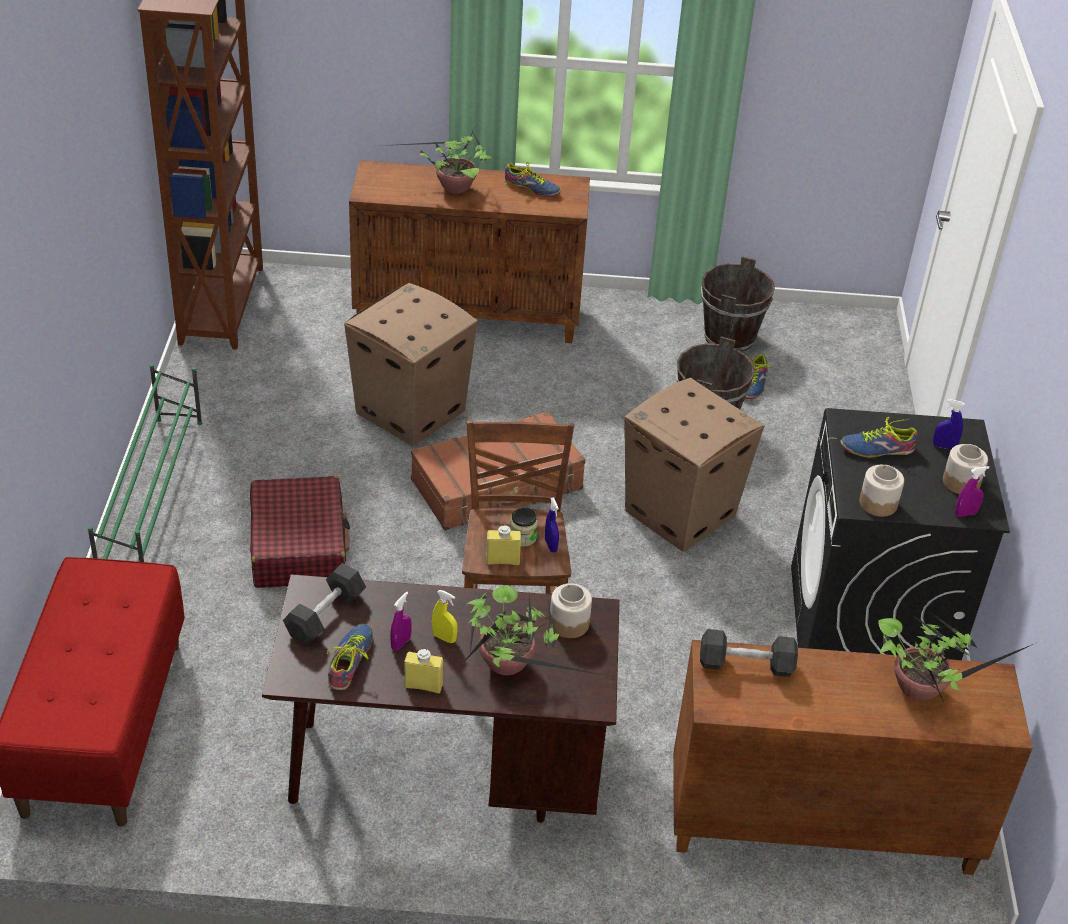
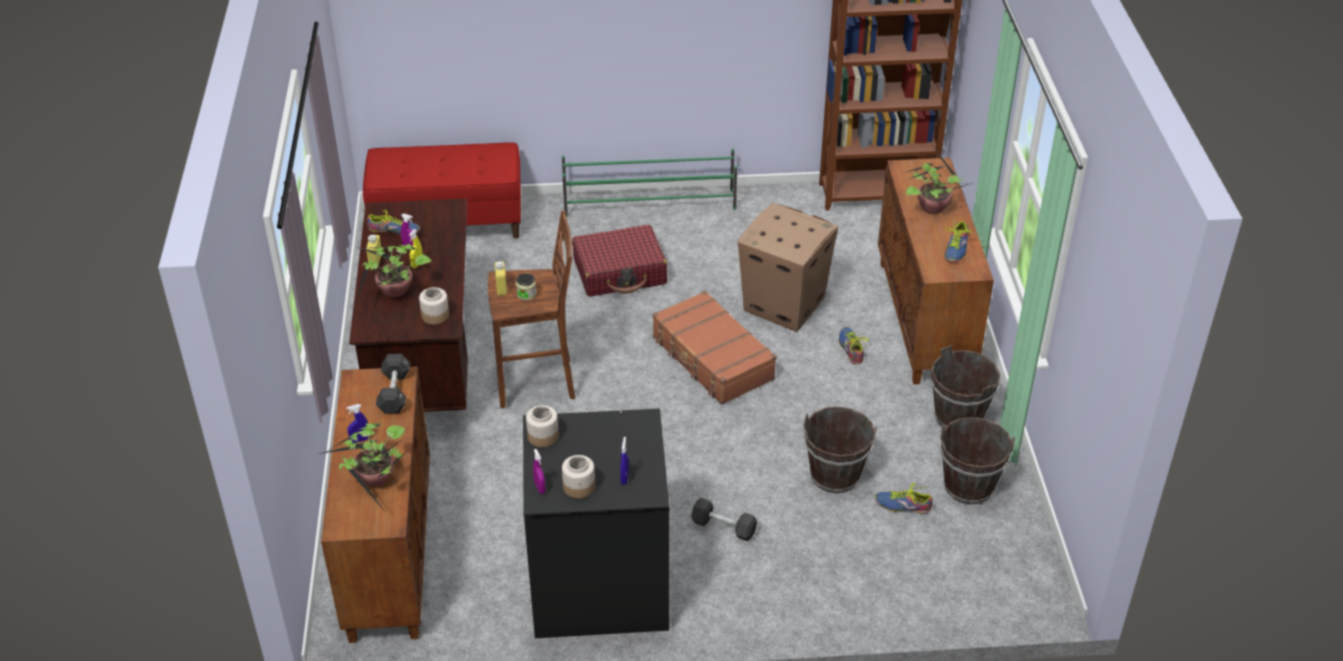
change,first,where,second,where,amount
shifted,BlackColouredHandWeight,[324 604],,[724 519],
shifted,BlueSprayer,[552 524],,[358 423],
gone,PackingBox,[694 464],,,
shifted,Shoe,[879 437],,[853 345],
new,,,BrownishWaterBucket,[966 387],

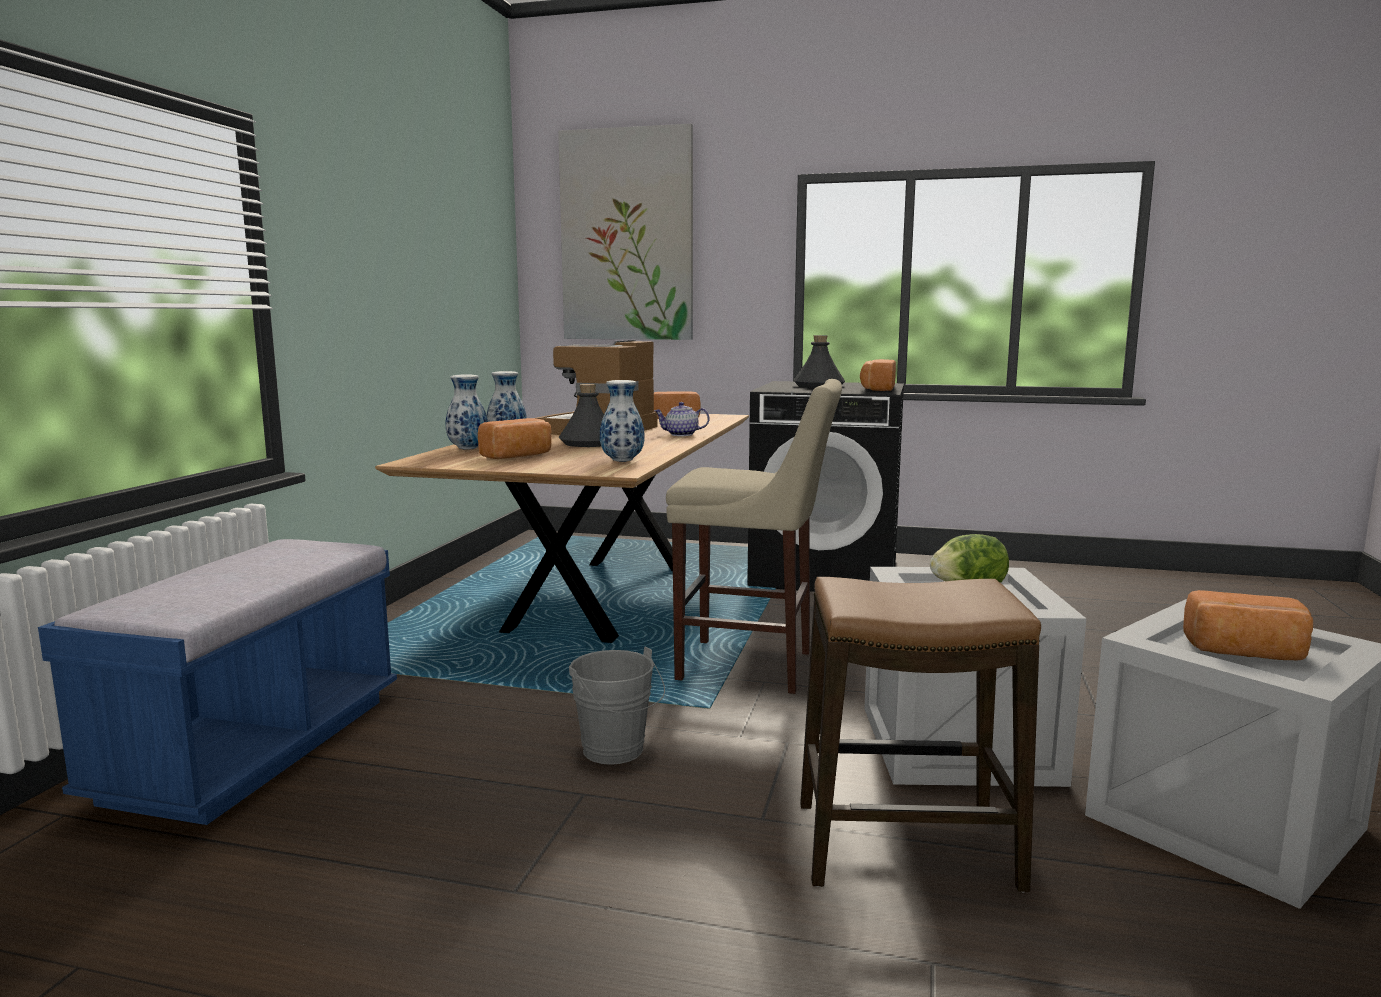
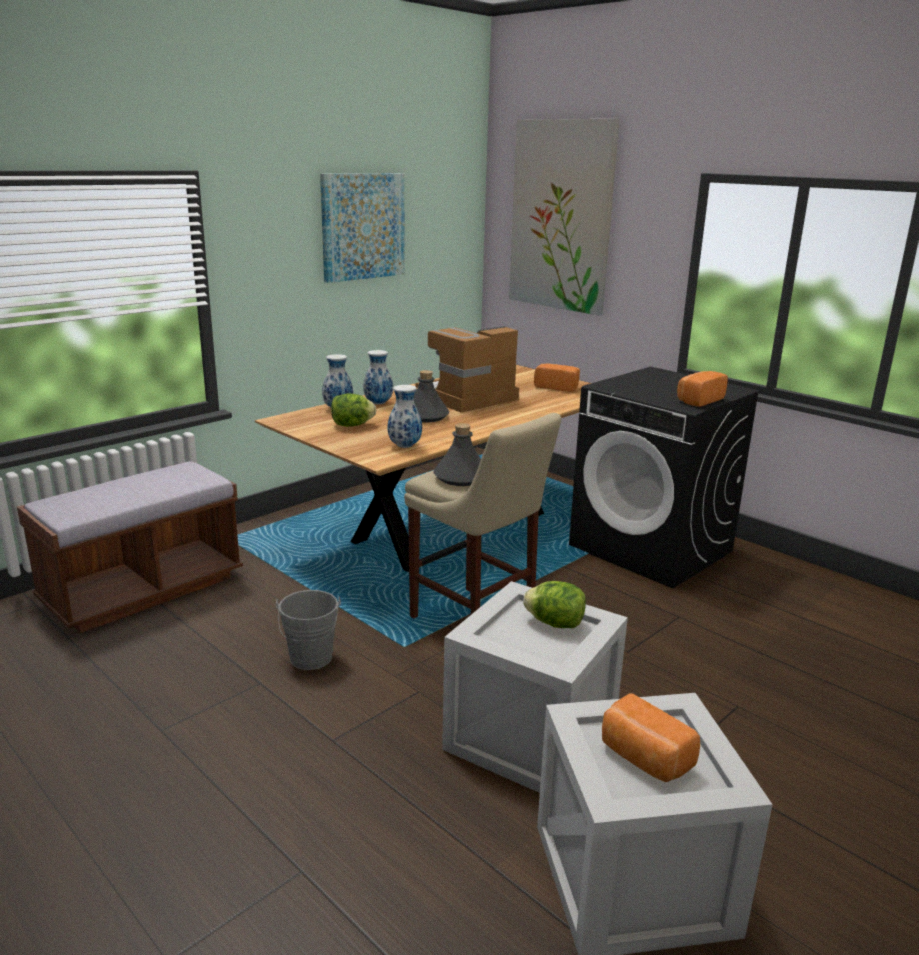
change,first,where,second,where,amount
repainted,BlueBench,[217 682],BrownishBench,[130 547],
swapped,BakeryBread,[515 438],HeadOfLettuce,[353 410],
gone,Teapot,[682 419],,,
shifted,GrayDrinkBottle,[819 361],,[457 454],
gone,SittingStool,[920 734],,,
new,,,Picture,[362 228],

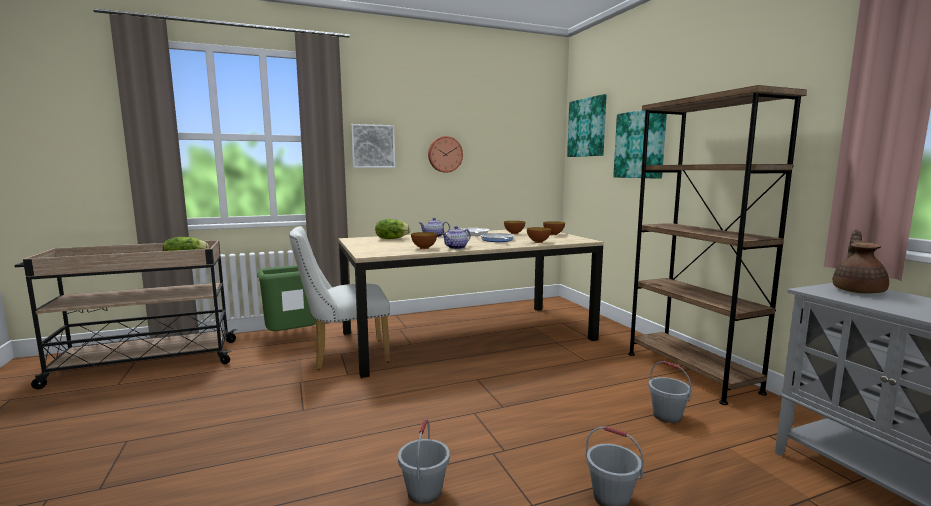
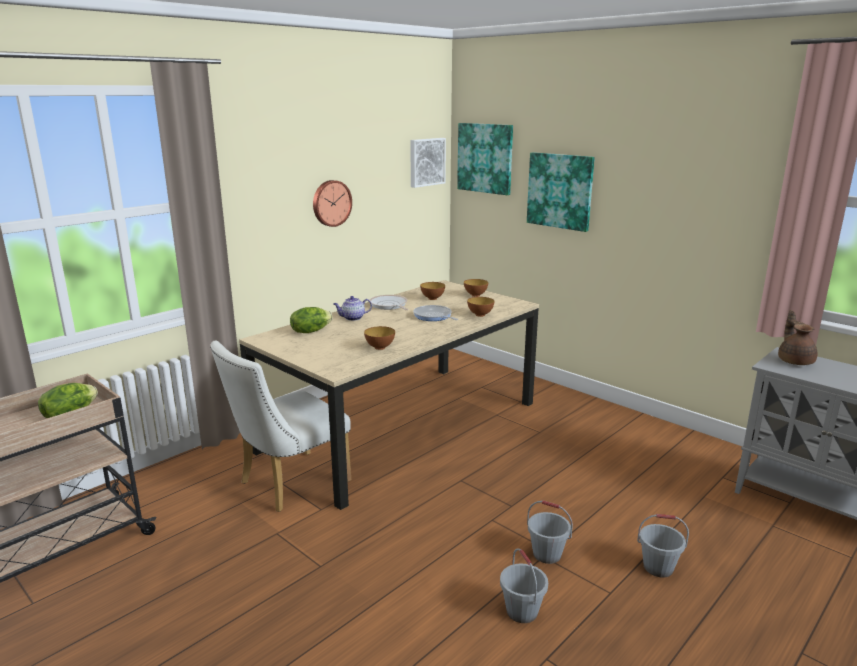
change,first,where,second,where,amount
gone,GreenishWasteBin,[286 298],,,
shifted,Picture,[373 146],,[428 163],
gone,Teapot,[456 237],,,
gone,BrownishBookshelf,[717 245],,,
shifted,GrayWaterBucket,[670 392],,[550 532],

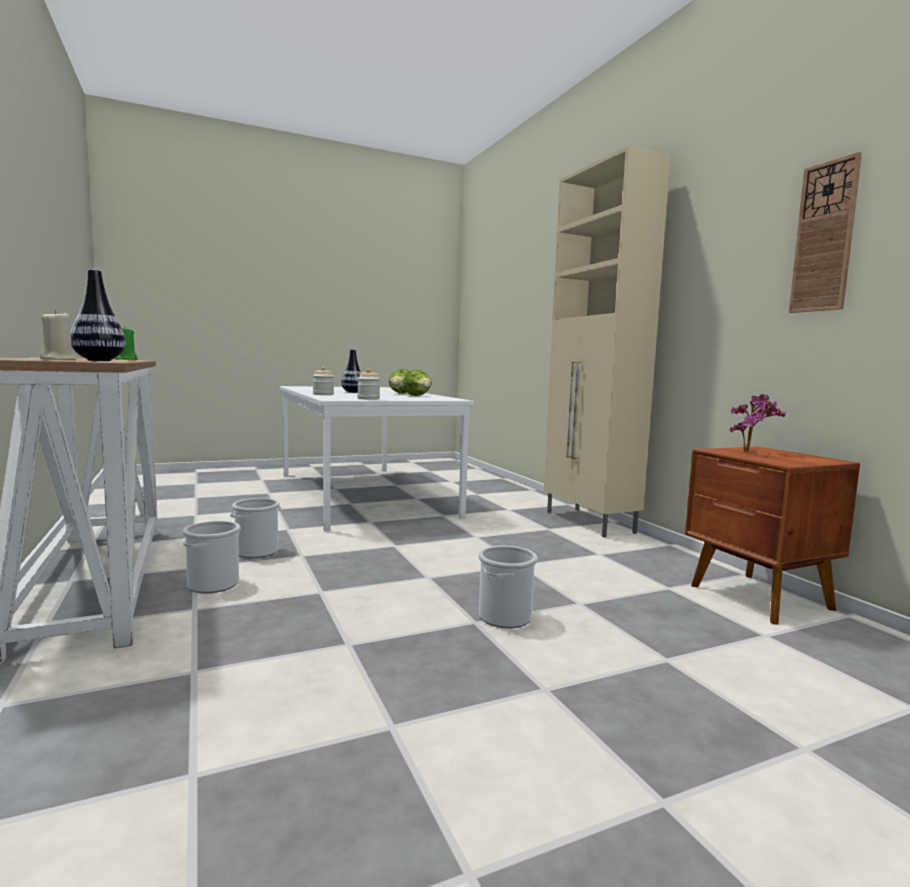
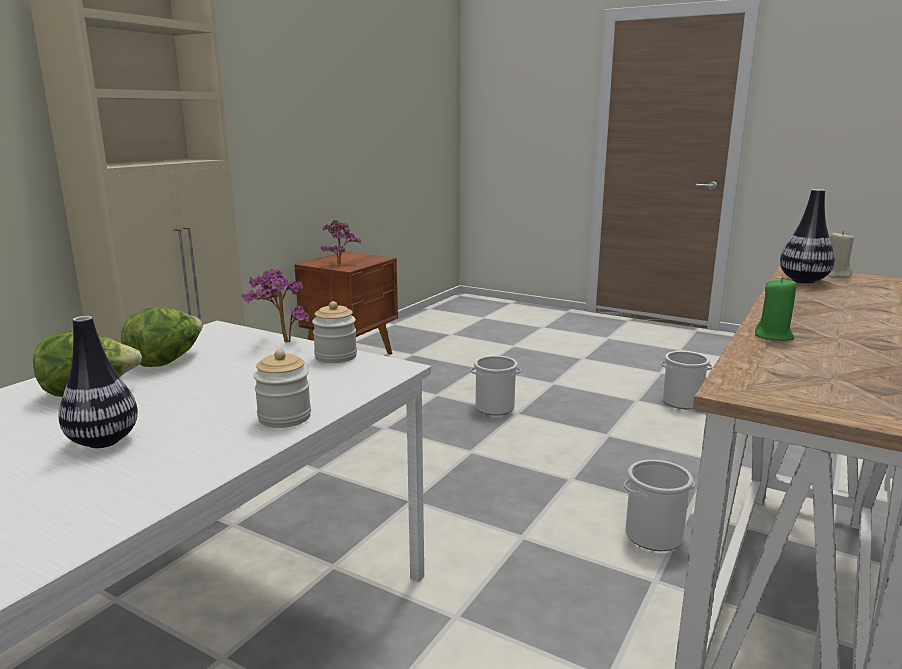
change,first,where,second,where,amount
shifted,WaterBucket,[255 528],,[686 380],
gone,WallClock,[825 232],,,
new,,,PottedPlant,[276 305],

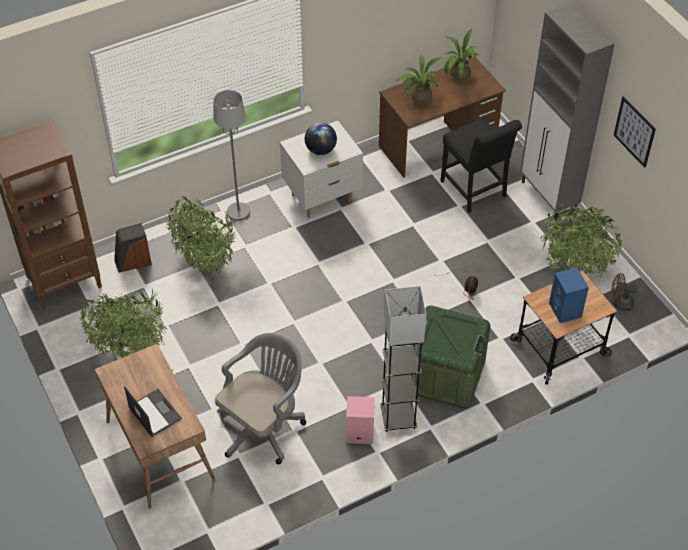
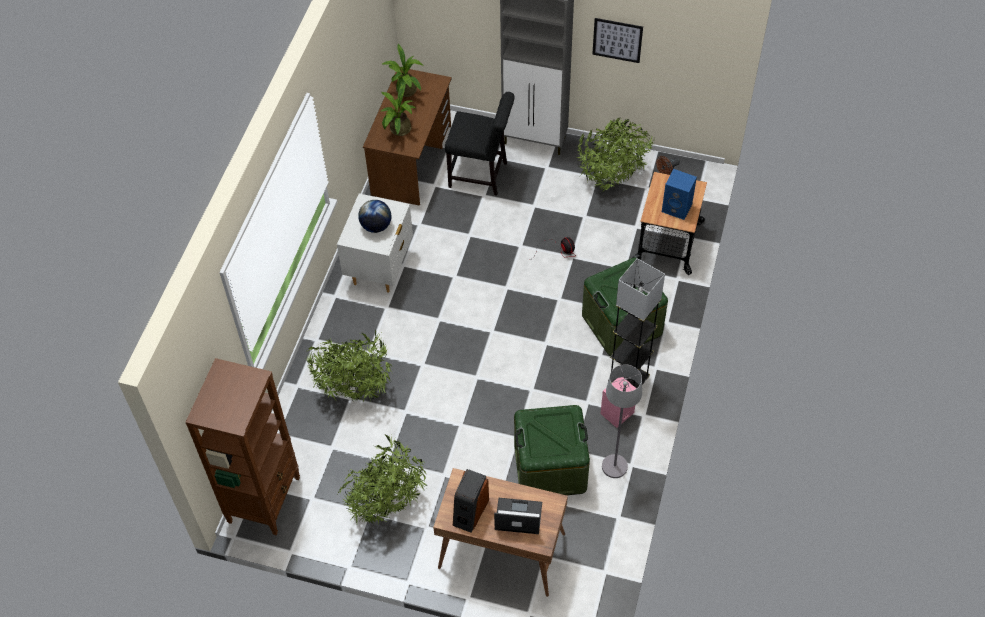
change,first,where,second,where,amount
shifted,Speaker,[133 248],,[471 501],
shifted,GrayStandardLamp,[232 155],,[622 421],
swapped,GrayDeskChair,[260 399],GreenishStorageBox,[552 450],

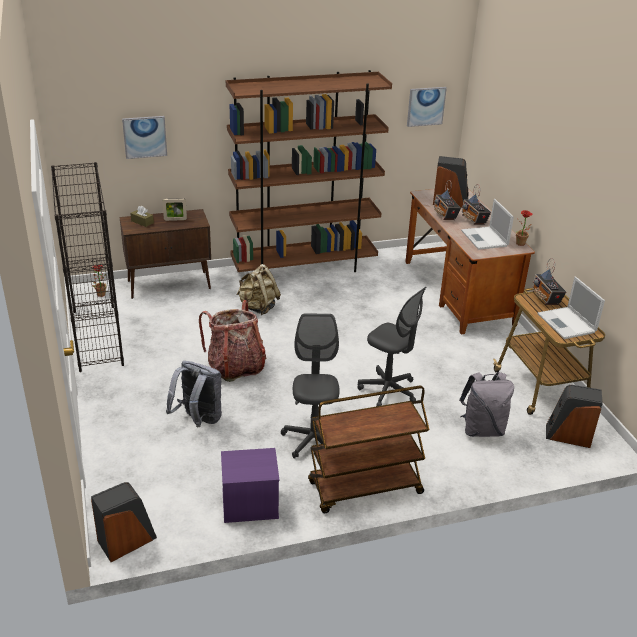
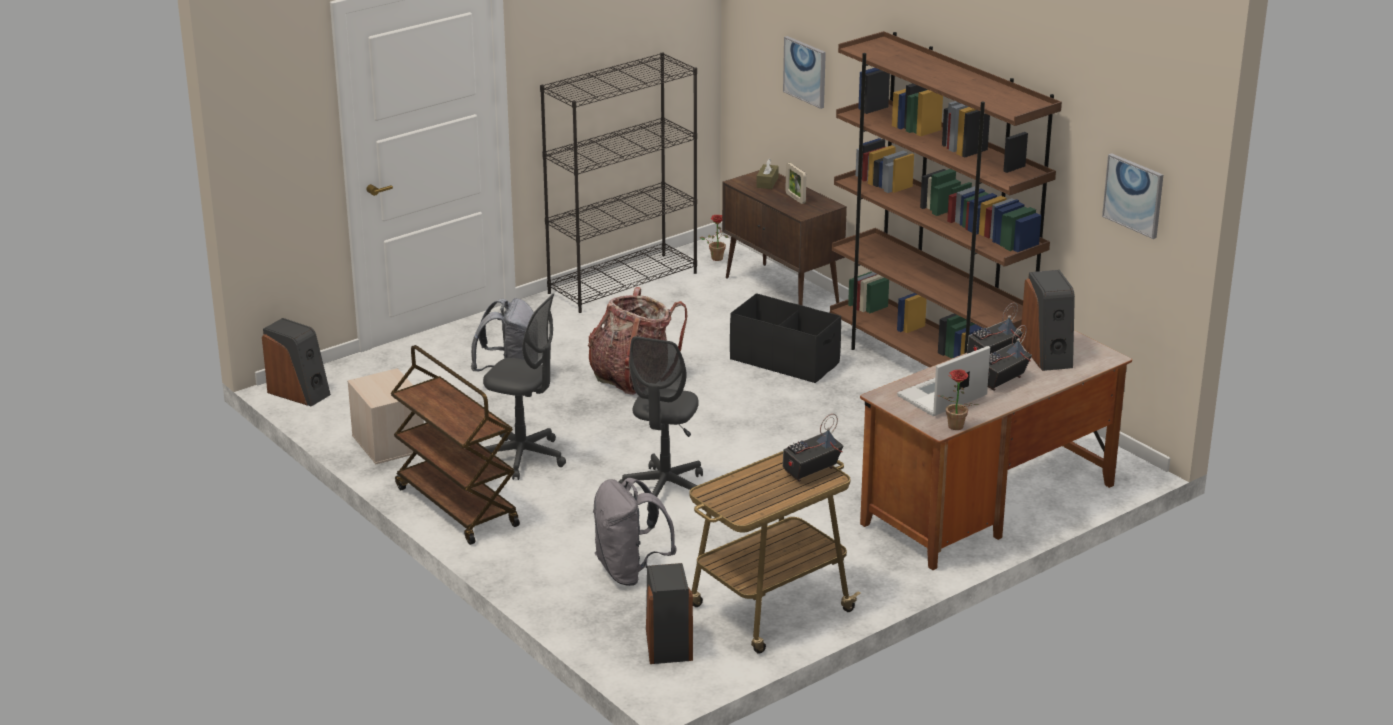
change,first,where,second,where,amount
repainted,PurplishStorageBox,[250 485],BeigeStorageBox,[385 416],
swapped,BeigeKnapsack,[258 289],BlackColouredStorageBox,[785 338],
rotated,GrayDeskChair,[310 386],,[524 386],45 degrees clockwise
gone,PortableComputer,[571 308],,,

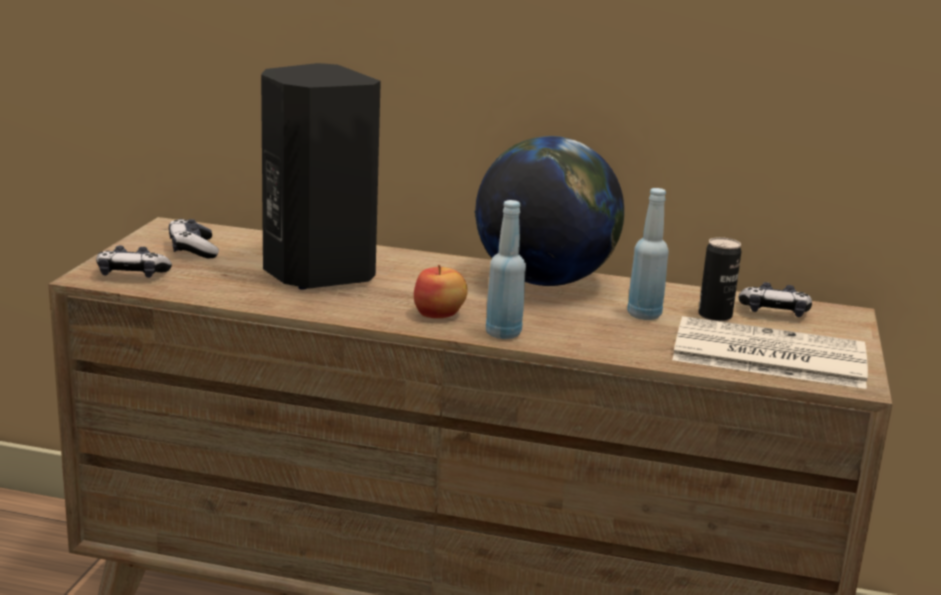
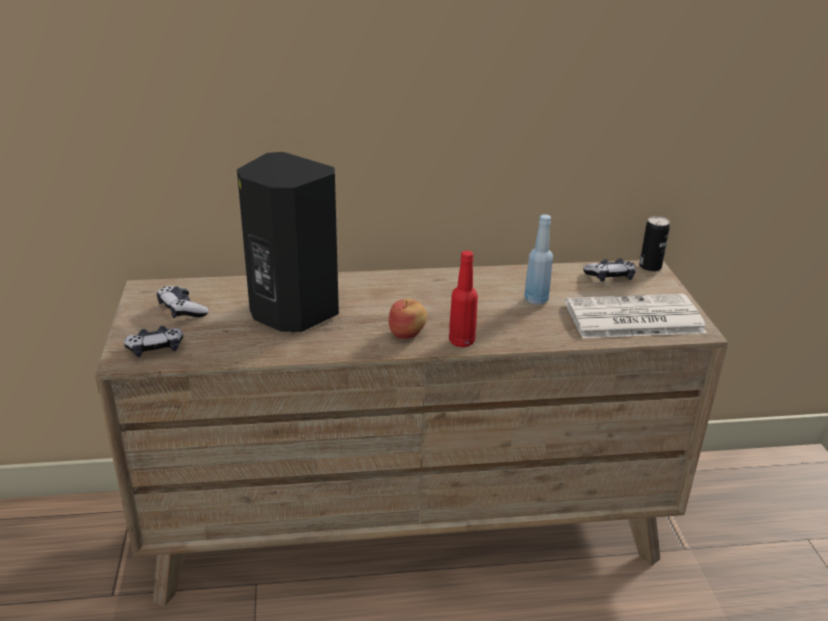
change,first,where,second,where,amount
gone,WorldGlobe,[549 211],,,
repainted,BlueDrinkBottle,[506 269],RedDrinkBottle,[463 299],
shifted,MetalCan,[720 279],,[654 244],

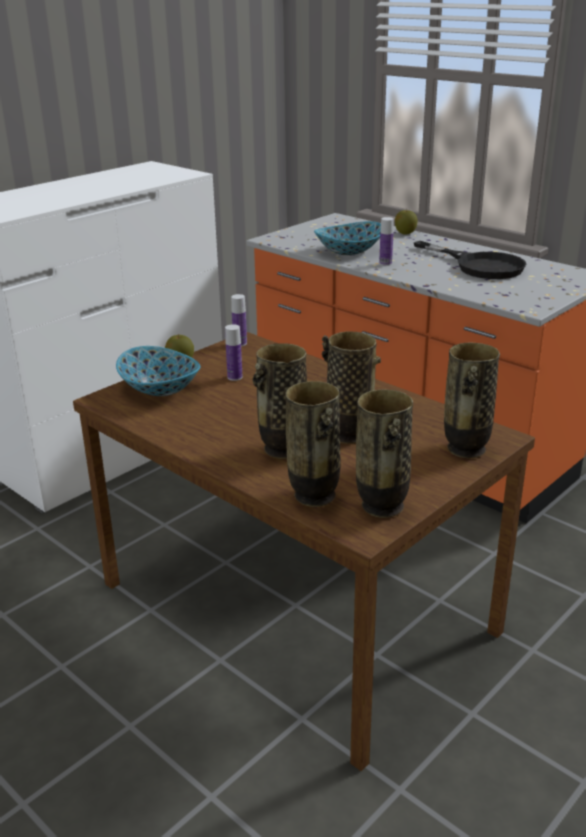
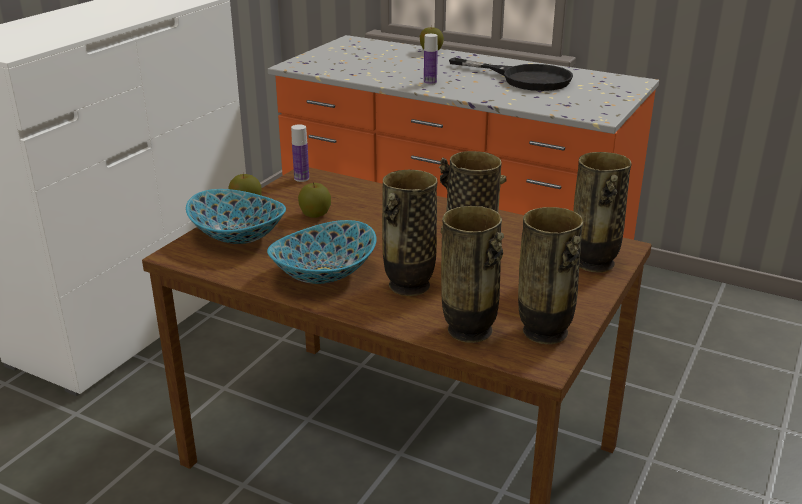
change,first,where,second,where,amount
swapped,DrinkBottle,[233 352],Apple,[314 200],
shifted,DeepDish,[347 238],,[322 252],

